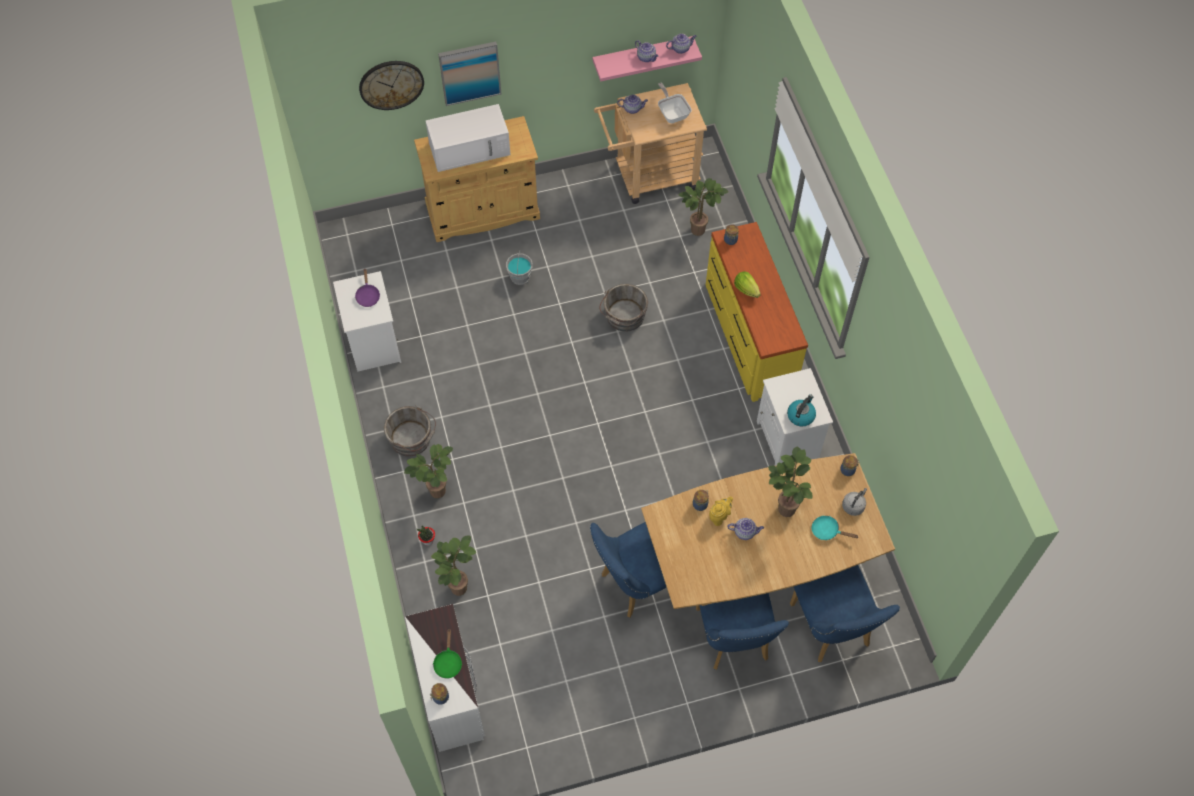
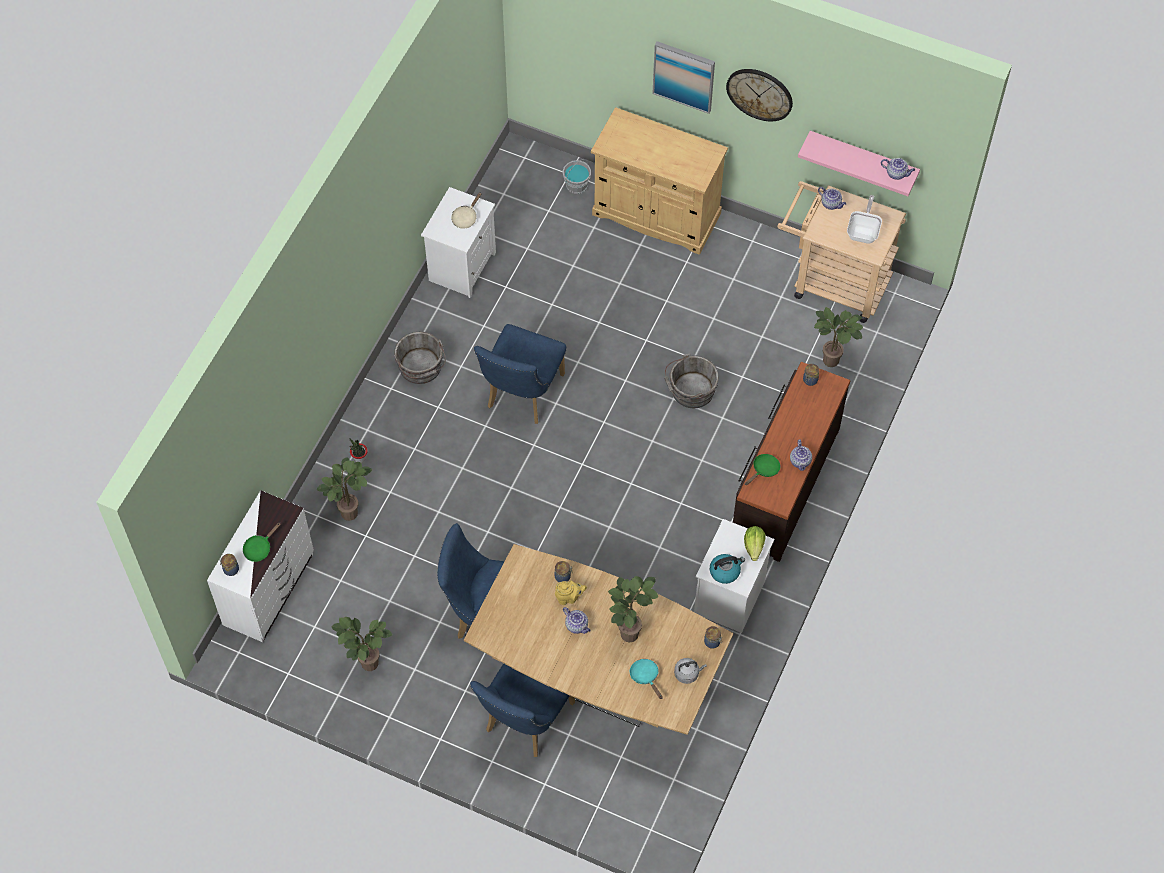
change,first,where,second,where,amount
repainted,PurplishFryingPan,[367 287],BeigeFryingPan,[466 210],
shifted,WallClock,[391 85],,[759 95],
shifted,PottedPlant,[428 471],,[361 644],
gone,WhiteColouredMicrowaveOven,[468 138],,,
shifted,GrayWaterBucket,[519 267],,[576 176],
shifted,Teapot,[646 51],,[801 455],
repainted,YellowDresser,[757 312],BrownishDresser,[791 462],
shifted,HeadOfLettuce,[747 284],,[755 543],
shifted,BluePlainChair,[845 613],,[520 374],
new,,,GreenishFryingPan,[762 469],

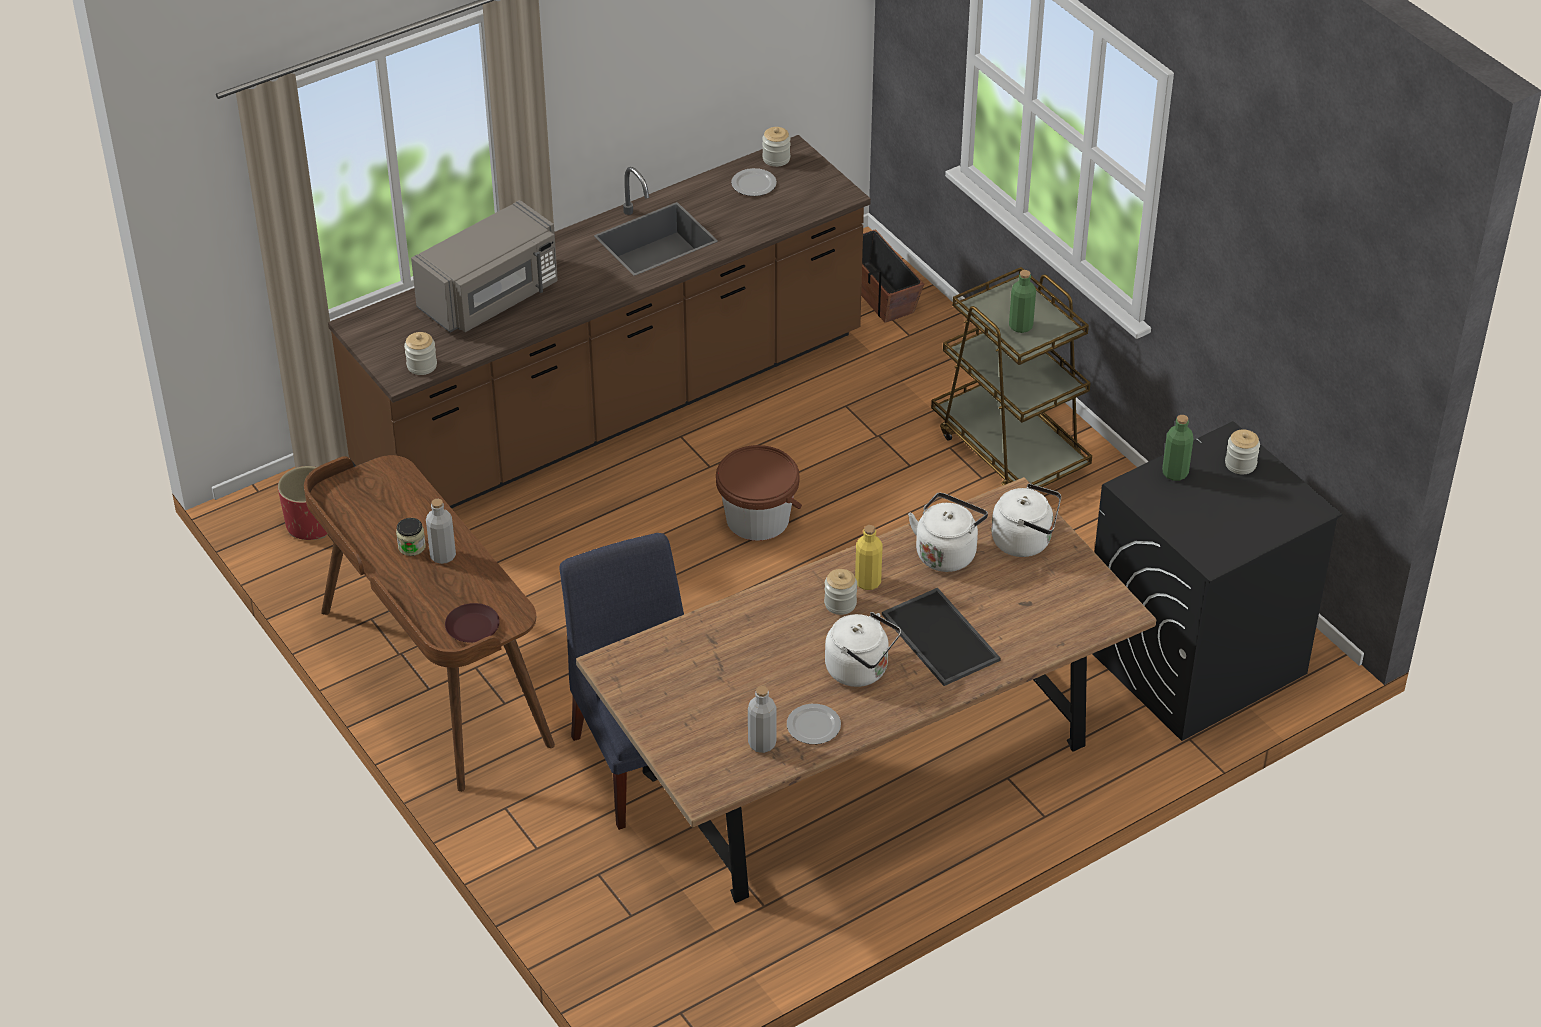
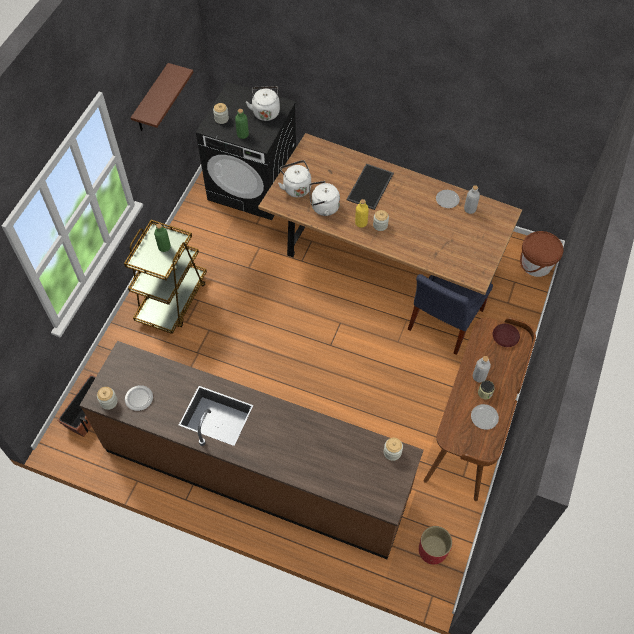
change,first,where,second,where,amount
gone,GrayMicrowaveOven,[484 266],,,
shifted,BrownishWaterBucket,[759 493],,[542 254],
shifted,WhiteColouredKettle,[863 649],,[263 103],
new,,,BrownishWallShelf,[162 97],
new,,,Plate,[485 417],

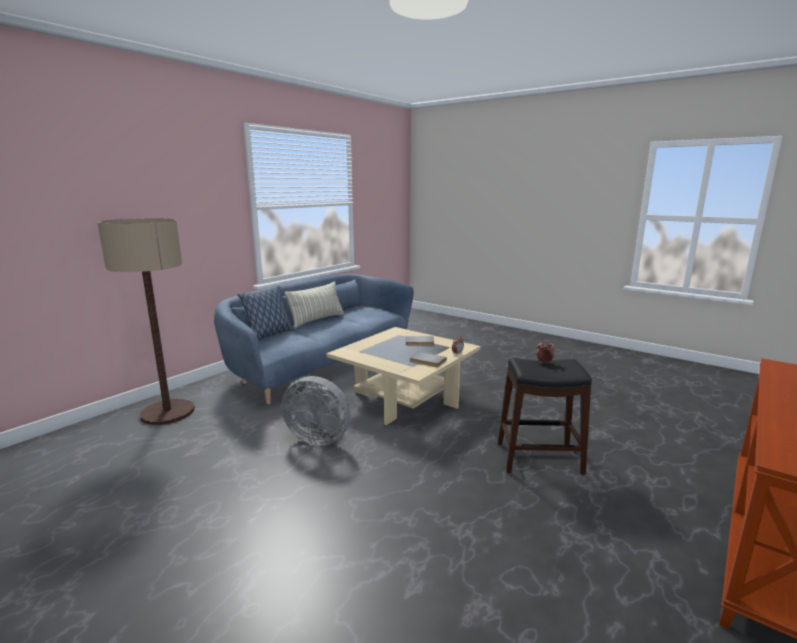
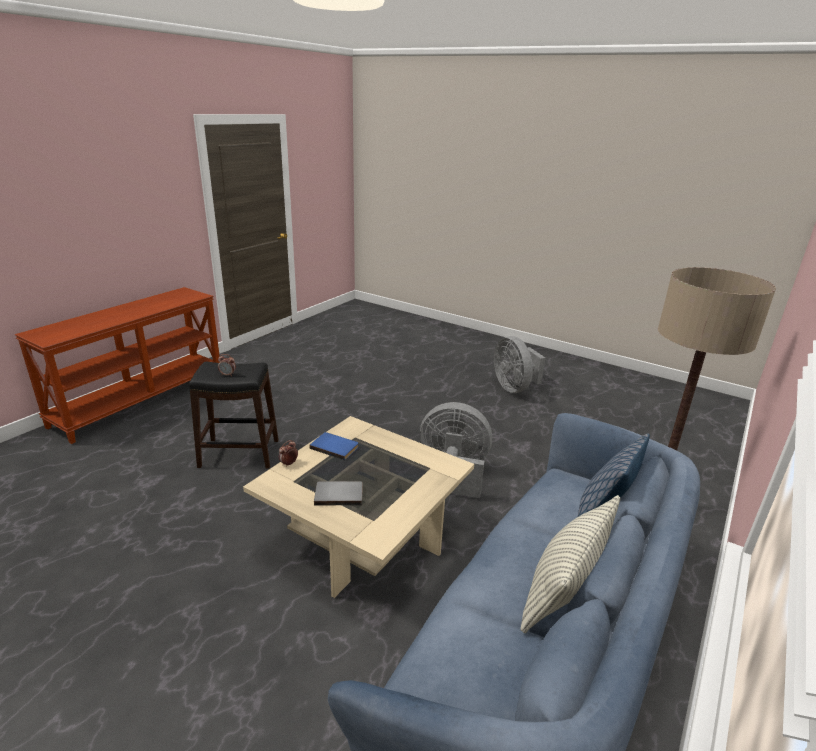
change,first,where,second,where,amount
repainted,GrayBoundBook,[428 359],BlueBoundBook,[333 446],
new,,,GrayElectricFan,[519 364],

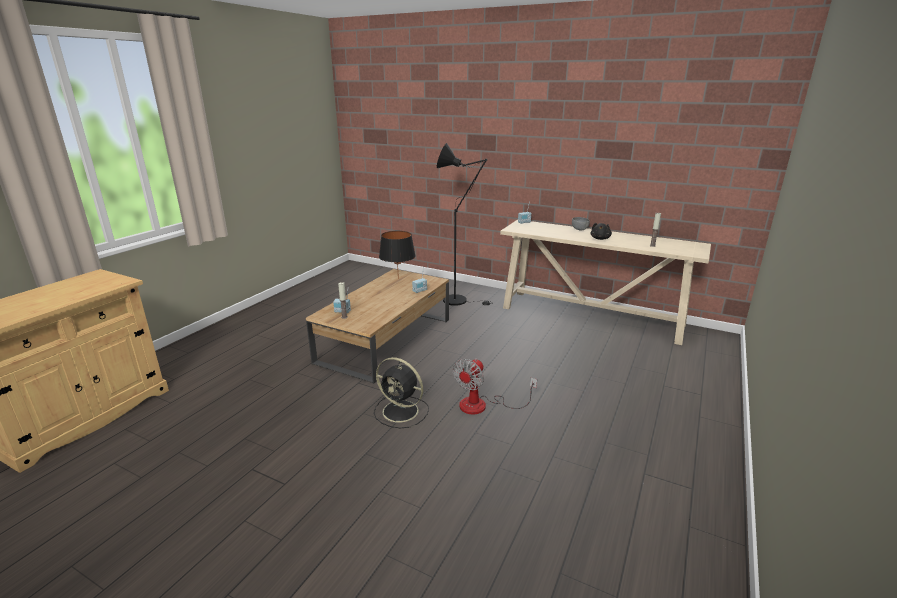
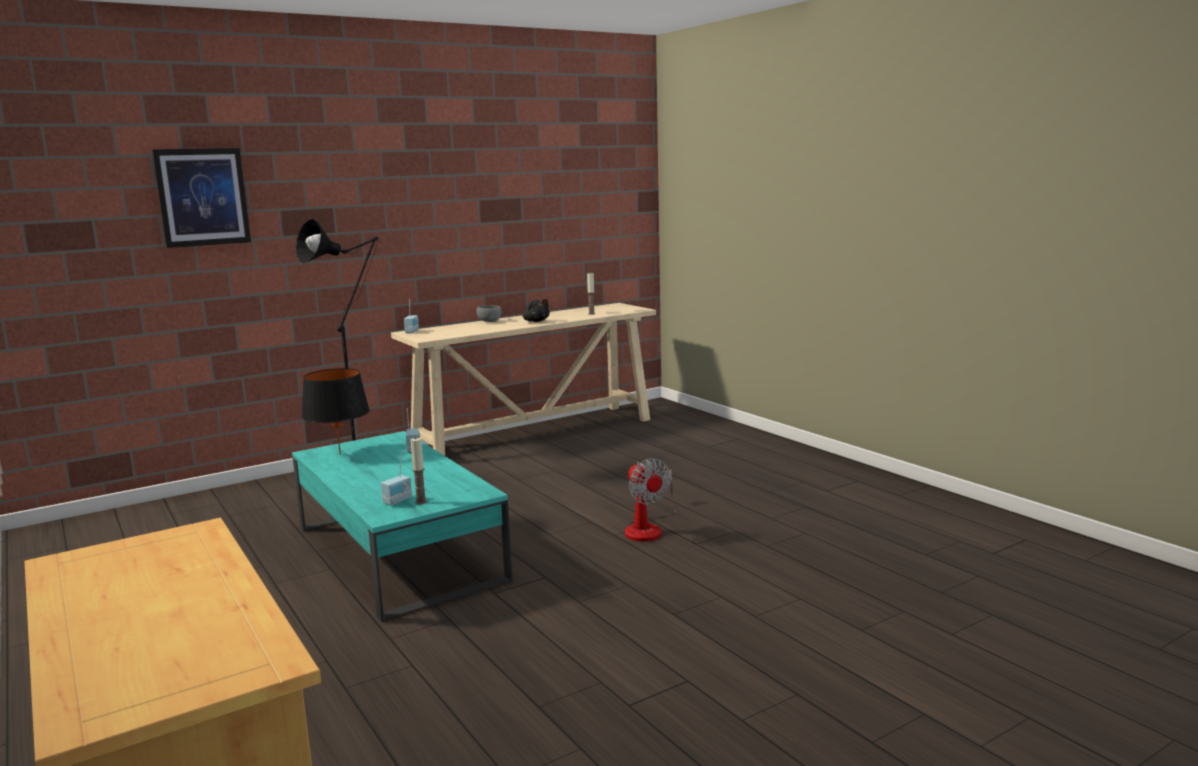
change,first,where,second,where,amount
repainted,BrownishLoungeTable,[377 326],BlueGreenLoungeTable,[402 526],
gone,BlackColouredElectricFan,[401 393],,,
new,,,Picture,[201 198],

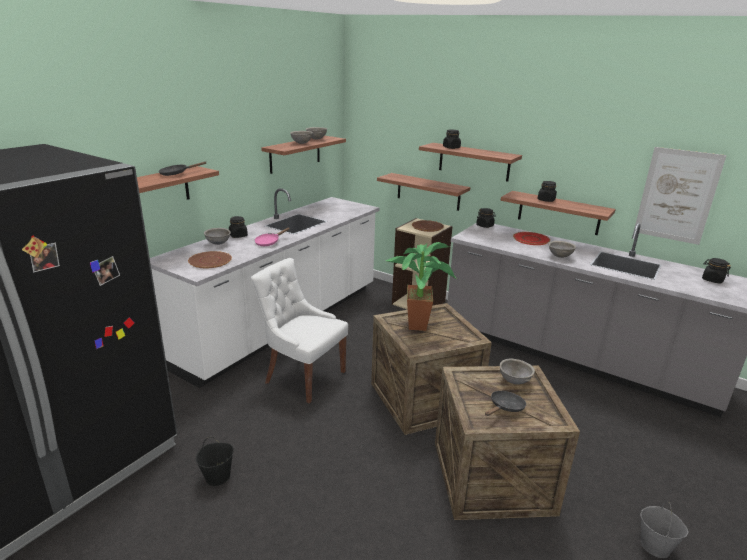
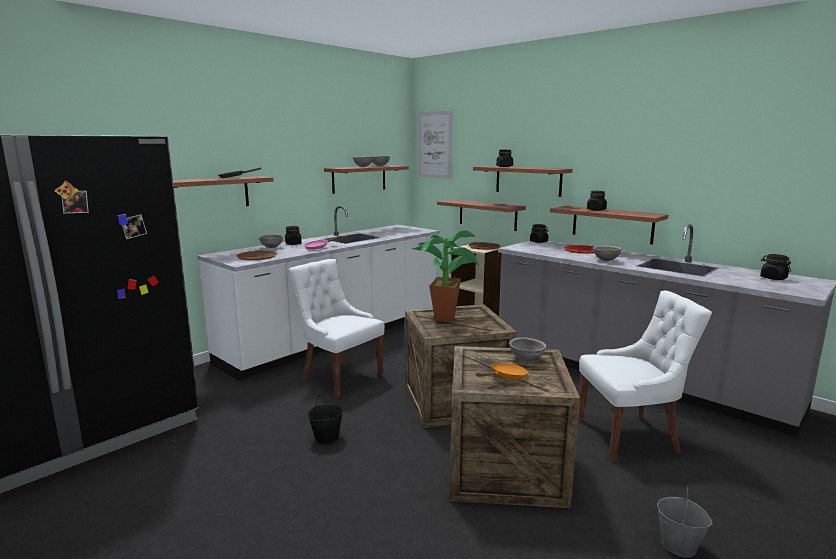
change,first,where,second,where,amount
shifted,BlackColouredWaterBucket,[215 461],,[325 418],
repainted,BlackColouredFryingPan,[505 403],OrangeyFryingPan,[502 371],
shifted,Picture,[680 196],,[435 145],
new,,,WhiteColouredPlainChair,[645 375],

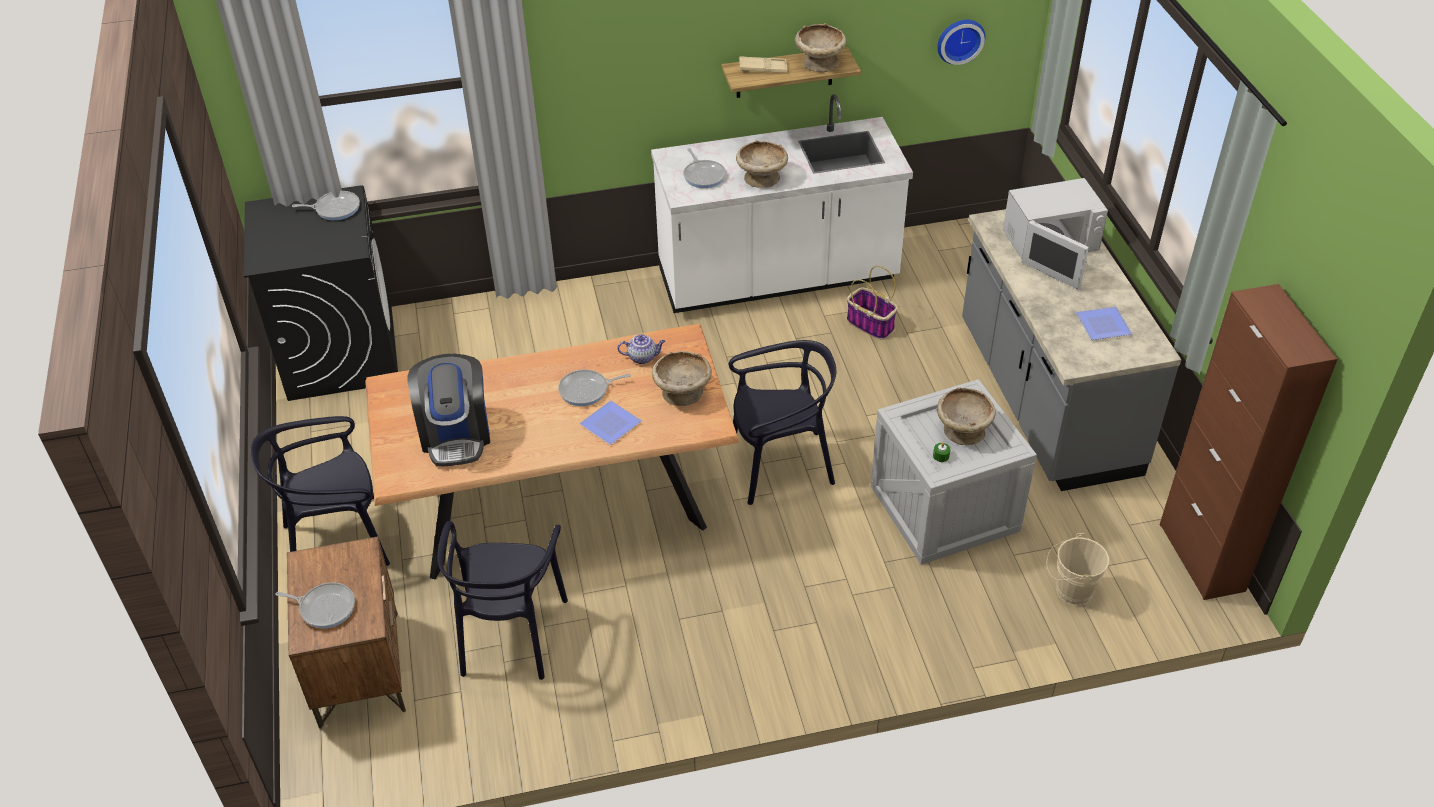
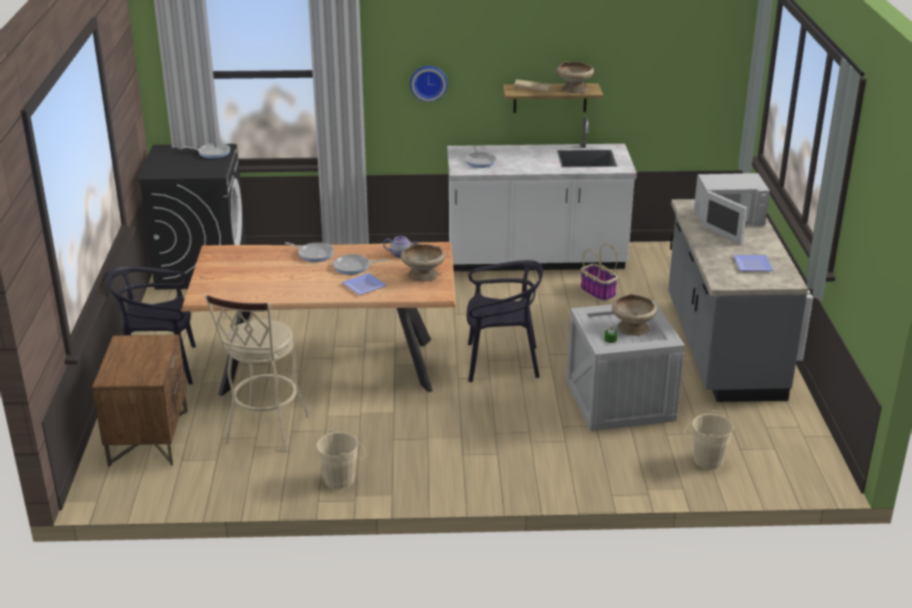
change,first,where,second,where,amount
shifted,FryingPan,[315 605],,[309 252],
gone,CoffeeMachine,[448 410],,,
swapped,BlackColouredPlainChair,[502 600],BeigeSittingStool,[257 373],
gone,BeigeDeepDish,[762 164],,,
shifted,WallClock,[961 42],,[429 84],
gone,BrownishCabinet,[1249 442],,,
new,,,BeigeWaterBucket,[341 458],

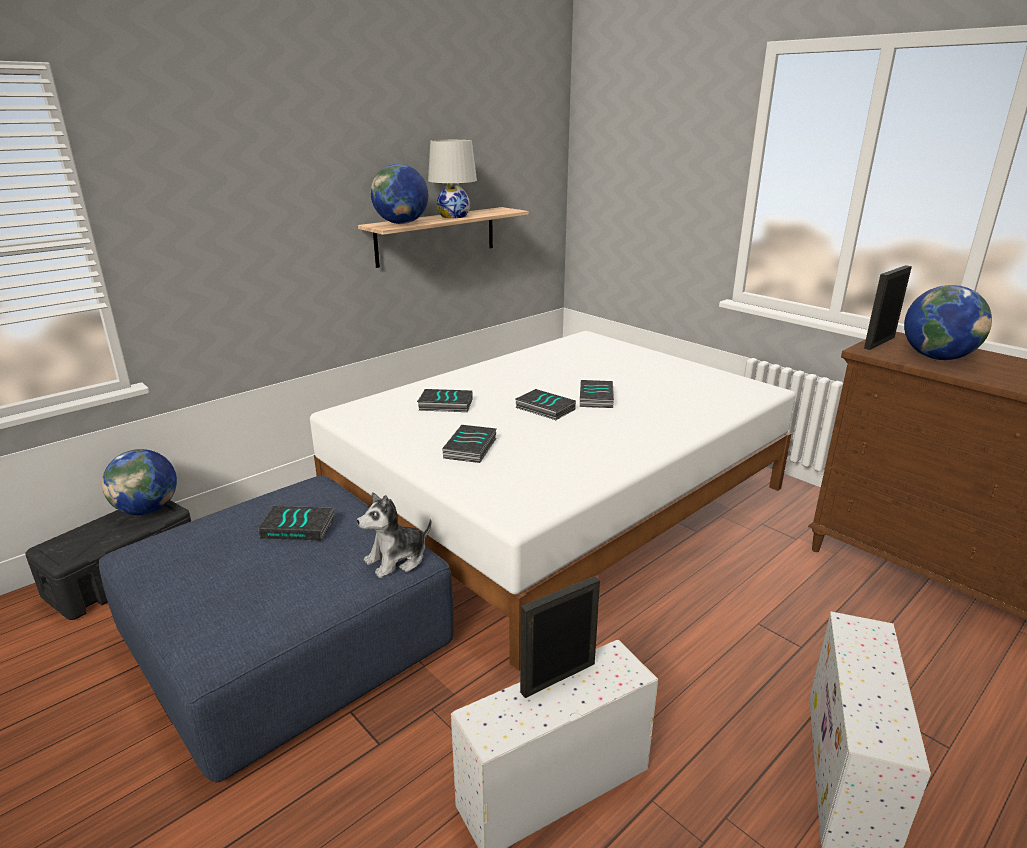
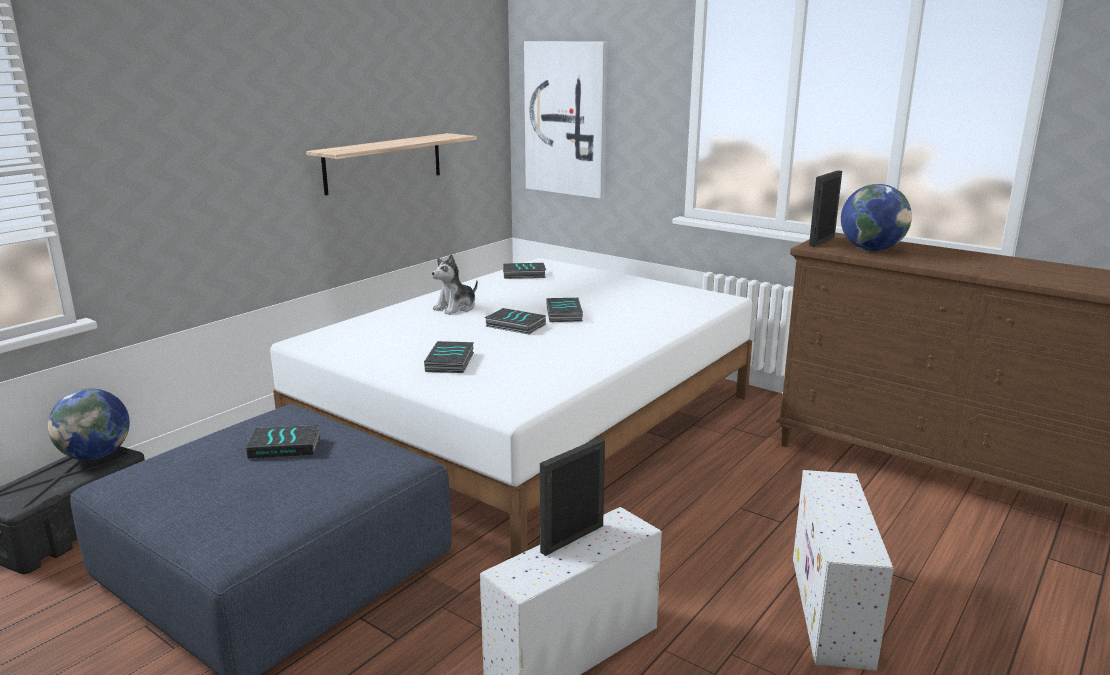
change,first,where,second,where,amount
shifted,SoftToy,[394 535],,[455 284],
gone,WorldGlobe,[399 194],,,
shifted,BoundBook,[445 400],,[524 271],
gone,WhiteColouredLampForATable,[452 179],,,
new,,,Picture,[566 120],

